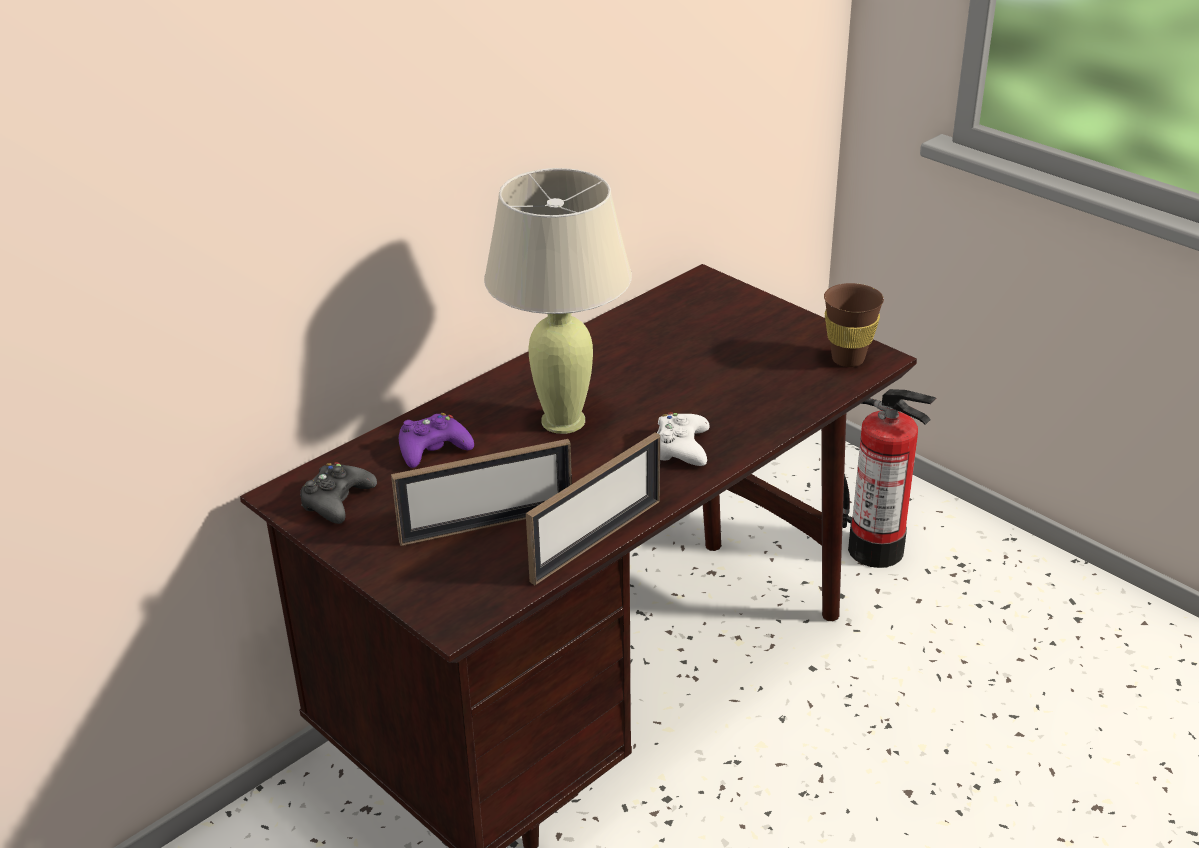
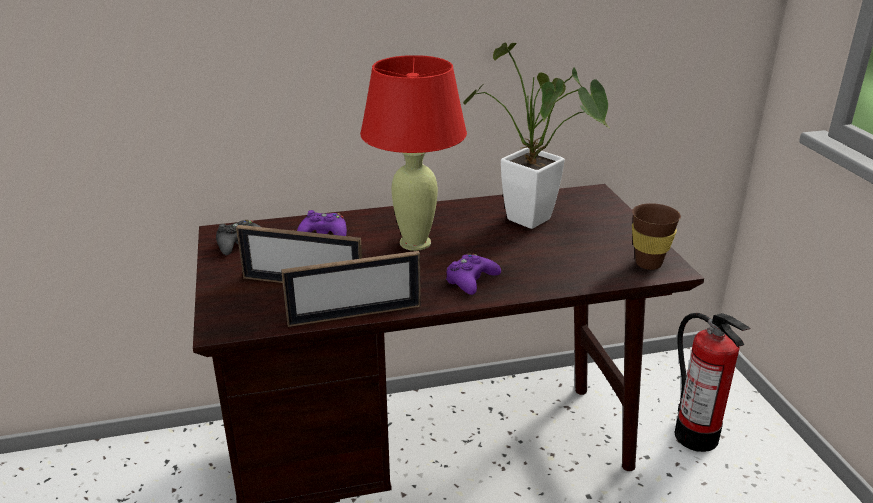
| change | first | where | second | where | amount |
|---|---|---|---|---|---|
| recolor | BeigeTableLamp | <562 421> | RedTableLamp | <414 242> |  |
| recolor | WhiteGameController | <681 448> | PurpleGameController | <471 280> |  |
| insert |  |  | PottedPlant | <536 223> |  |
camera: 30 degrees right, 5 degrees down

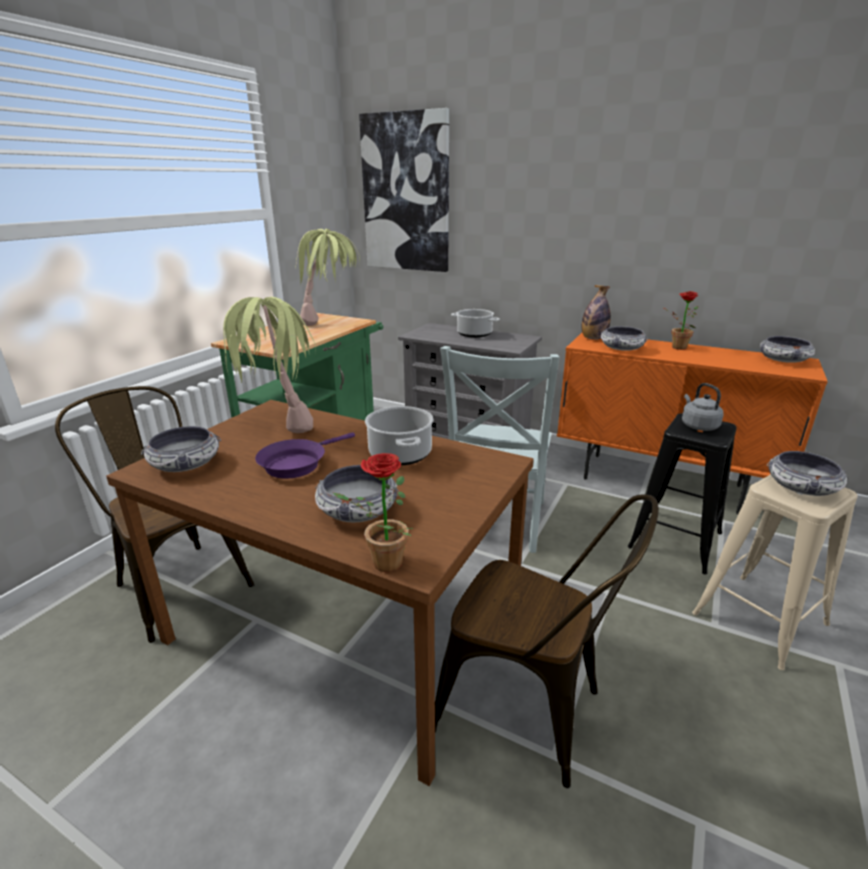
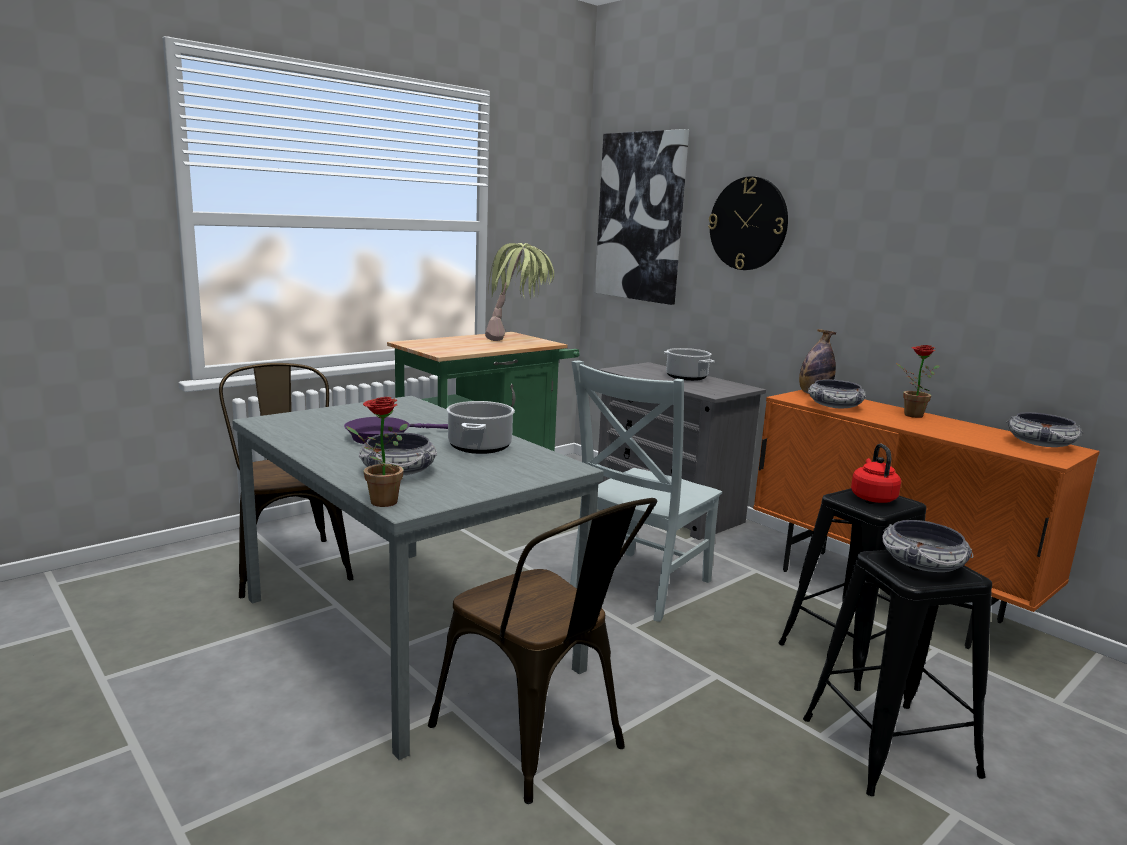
| change | first | where | second | where | amount |
|---|---|---|---|---|---|
| delete | PottedPlant | <278 425> |  |  |  |
| recolor | GreyKettle | <698 426> | RedKettle | <872 497> |  |
| recolor | BrownDiningTable | <339 631> | GreyDiningTable | <404 632> |  |
| delete | Bowl | <185 464> |  |  |  |
| recolor | BeigeStool | <760 618> | BlackStool | <890 747> |  |
| insert |  |  | WallClock | <748 224> |  |
camera: 20 degrees right, 10 degrees down

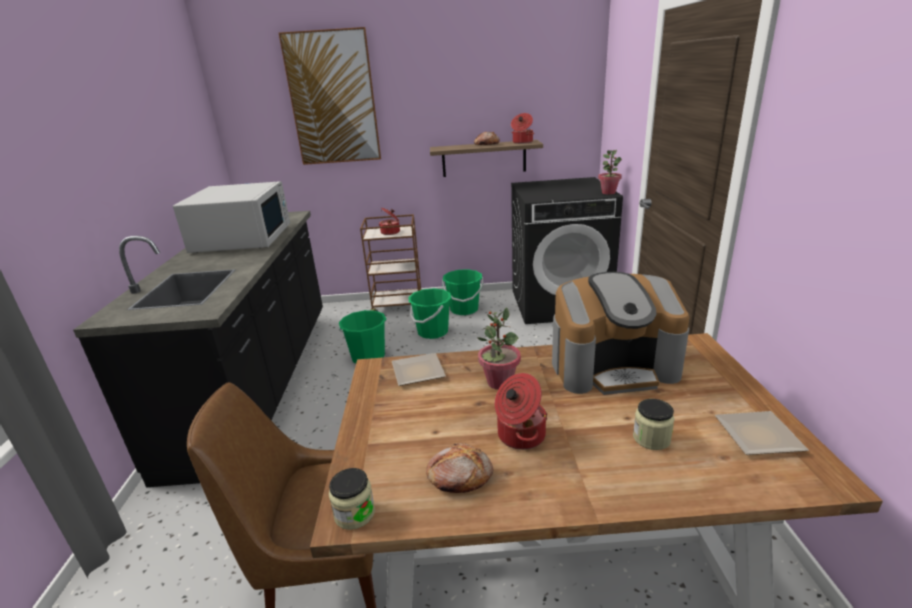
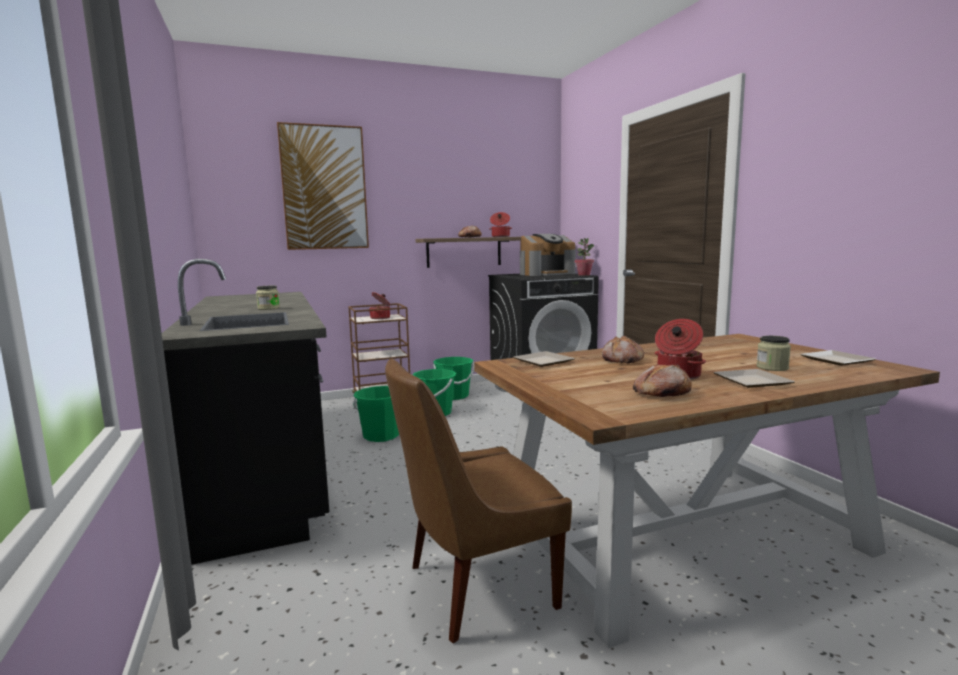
| change | first | where | second | where | amount |
|---|---|---|---|---|---|
| delete | WhiteMicrowave | <243 238> |  |  |  |
| move | CoffeeMachine | <613 366> |  | <546 274> |  |
| replace | PottedPlant | <499 382> | Bread | <621 360> |  |
| move | Jar | <354 513> |  | <268 308> |  |
| insert |  |  | Plate | <749 381> |  |
camera: 20 degrees left, 15 degrees down

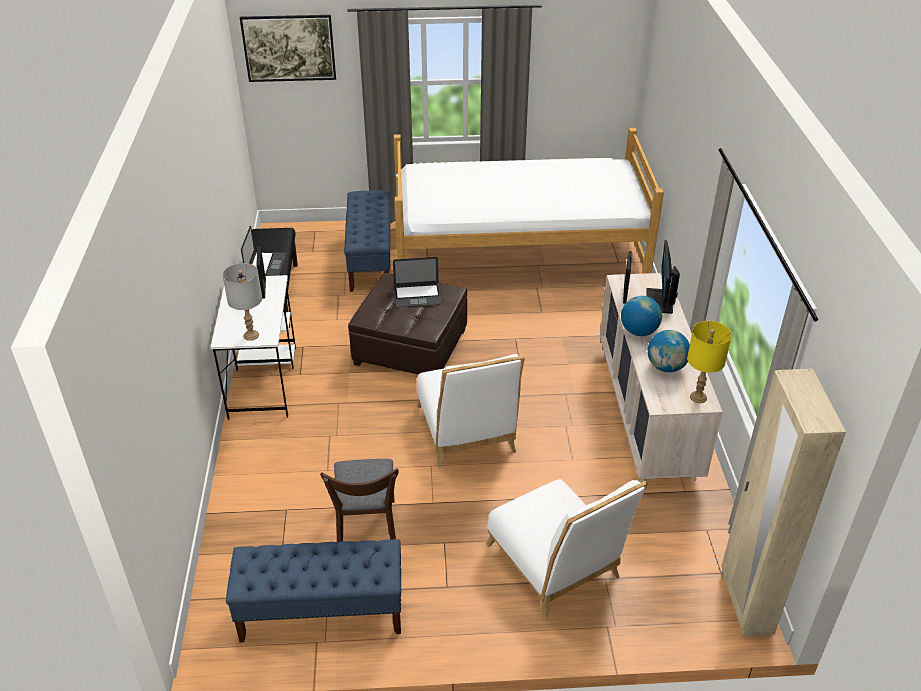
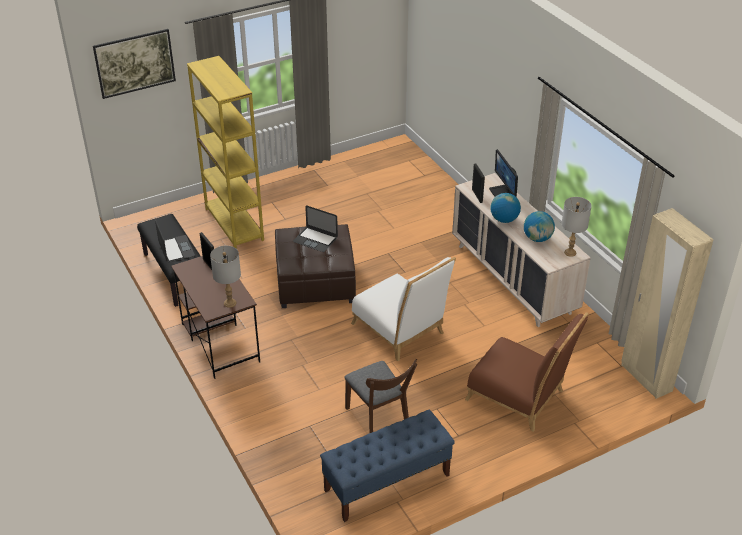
| change | first | where | second | where | amount |
|---|---|---|---|---|---|
| delete | Bed | <518 255> |  |  |  |
| replace | BlueBench | <370 260> | YellowBookcase | <234 224> |  |
| rotate | Laptop | <417 295> |  | <315 239> | 60 degrees clockwise |
| recolor | WhiteDesk | <263 381> | BrownDesk | <219 342> |  |
| recolor | YellowTableLamp | <698 397> | GreyTableLamp | <570 252> |  |
| recolor | WhiteChair | <556 567> | BrownChair | <520 398> |  |
camera: 25 degrees left, 0 degrees up

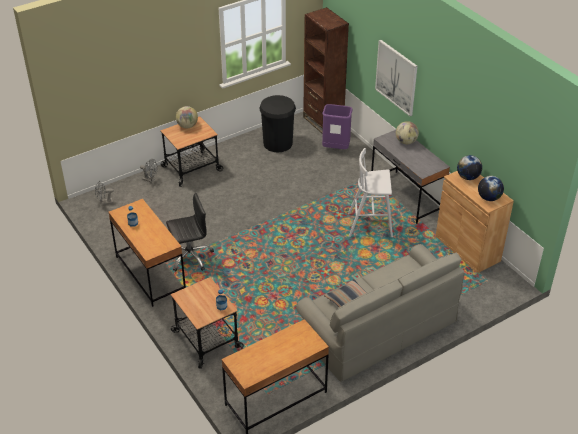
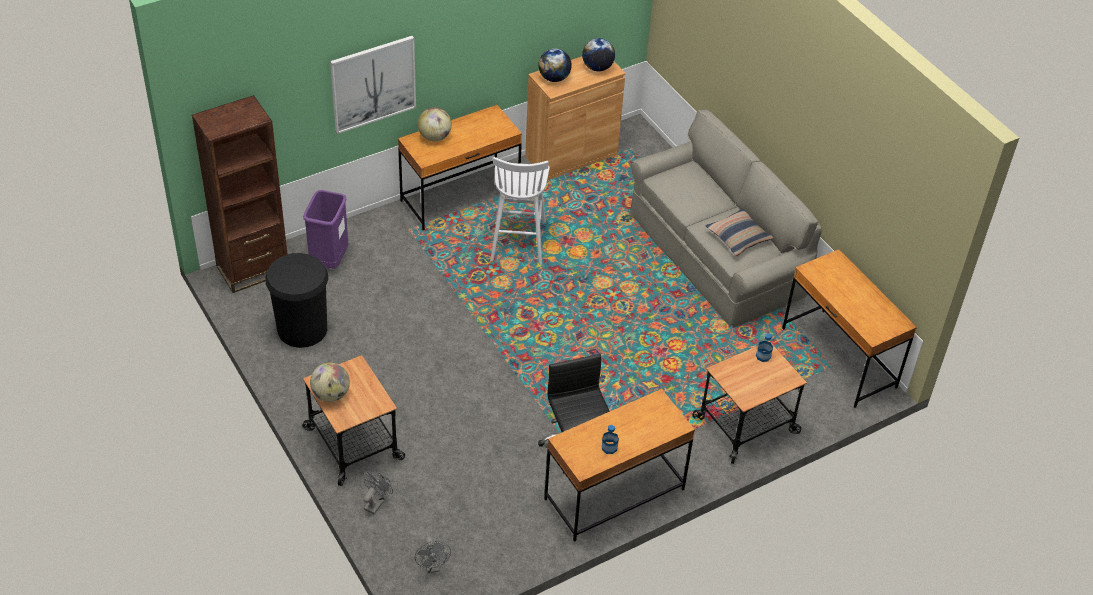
| change | first | where | second | where | amount |
|---|---|---|---|---|---|
| recolor | GreyDesk | <406 197> | BrownDesk | <460 198> |  |
camera: 90 degrees left, 5 degrees up

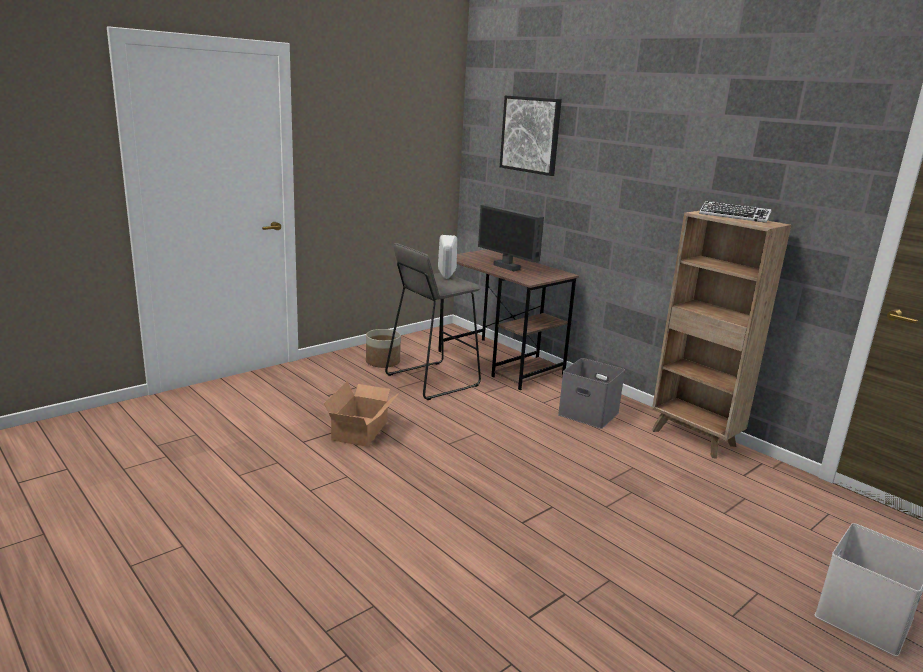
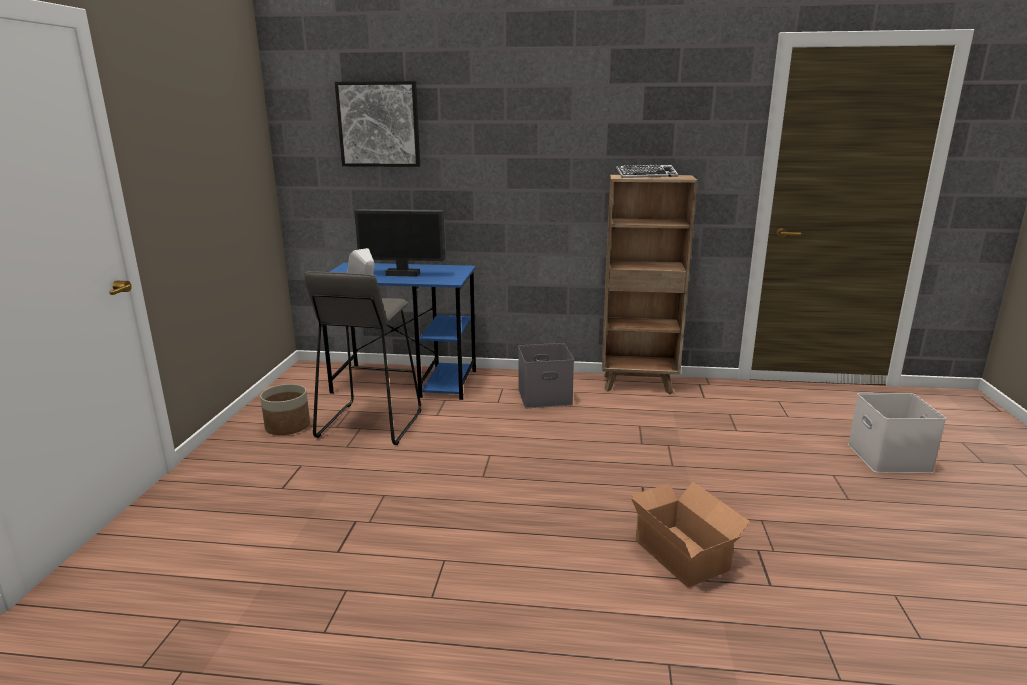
| change | first | where | second | where | amount |
|---|---|---|---|---|---|
| recolor | BrownDesk | <500 363> | BlueDesk | <406 381> |  |
| move | CardboardBox | <363 430> |  | <682 552> |  |
camera: 40 degrees left, 0 degrees up

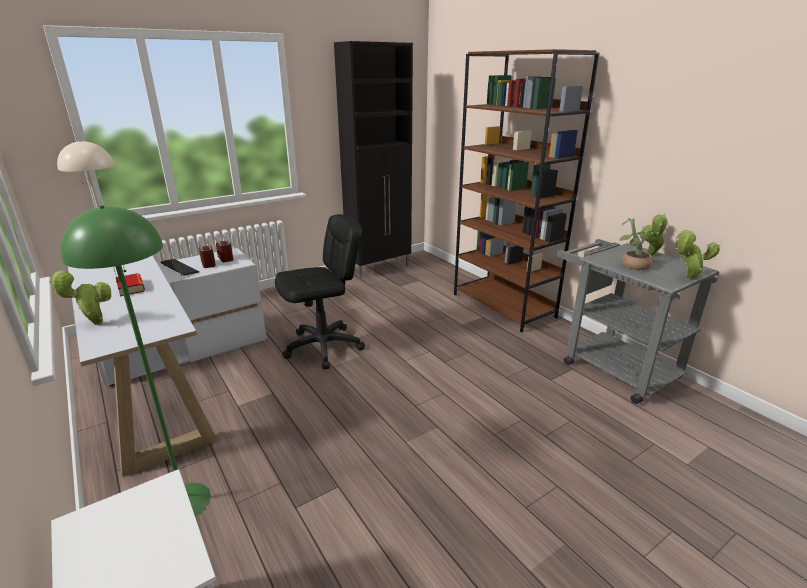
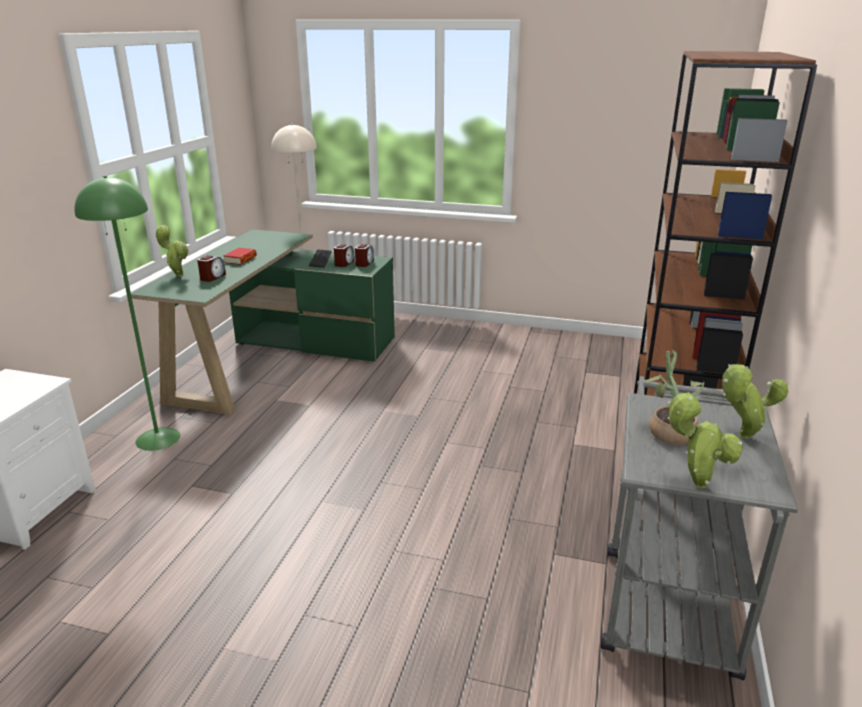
| change | first | where | second | where | amount |
|---|---|---|---|---|---|
| delete | BlackCabinet | <380 268> |  |  |  |
| delete | BlackOfficeChair | <324 347> |  |  |  |
| recolor | WhiteDesk | <174 378> | GreenDesk | <276 359> |  |
| insert |  |  | AlarmClock | <212 277> |  |
camera: 50 degrees right, 0 degrees up

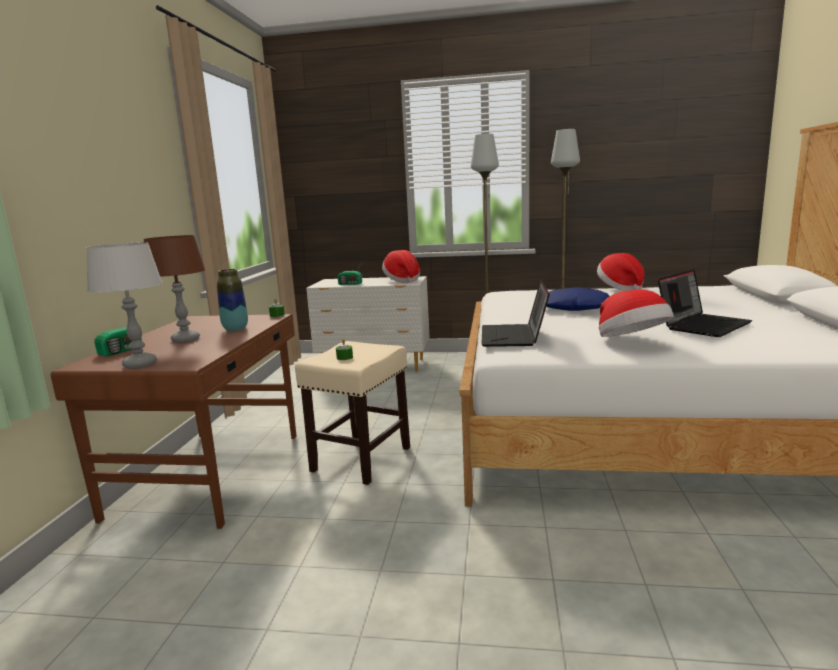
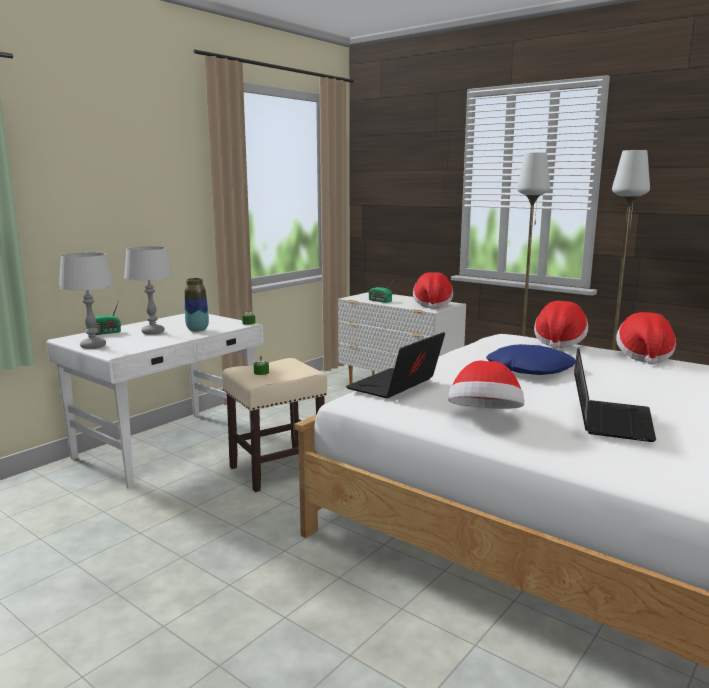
| change | first | where | second | where | amount |
|---|---|---|---|---|---|
| recolor | BrownTableLamp | <186 339> | GreyTableLamp | <153 332> |  |
| rotate | Laptop | <702 325> |  | <609 420> | 60 degrees counterclockwise |
| recolor | BrownDesk | <212 473> | WhiteDesk | <169 446> |  |
| insert |  |  | Hat | <559 342> |  |
camera: 30 degrees right, 0 degrees up

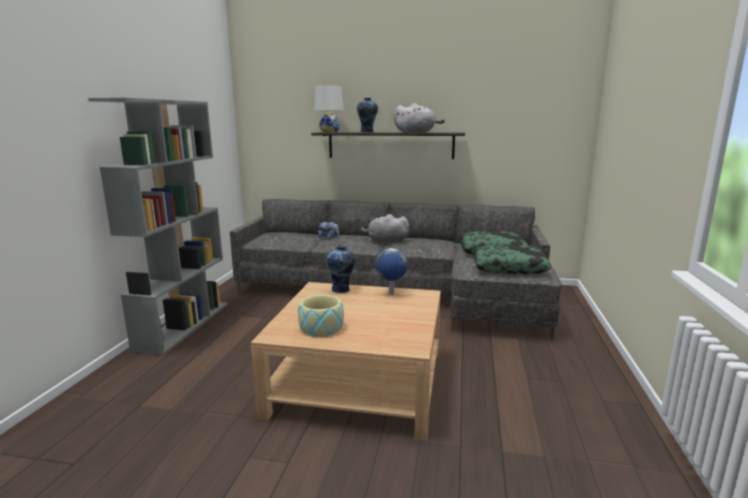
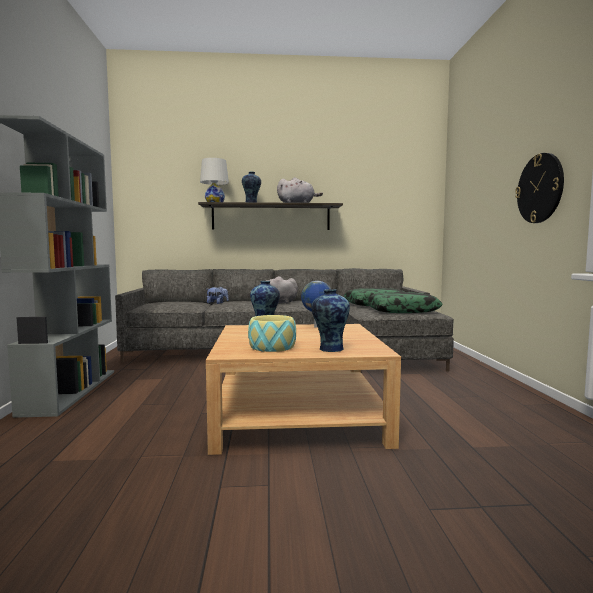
| change | first | where | second | where | amount |
|---|---|---|---|---|---|
| insert |  |  | WallClock | <540 188> |  |
| insert |  |  | Vase | <330 349> |  |
camera: 15 degrees left, 10 degrees down

